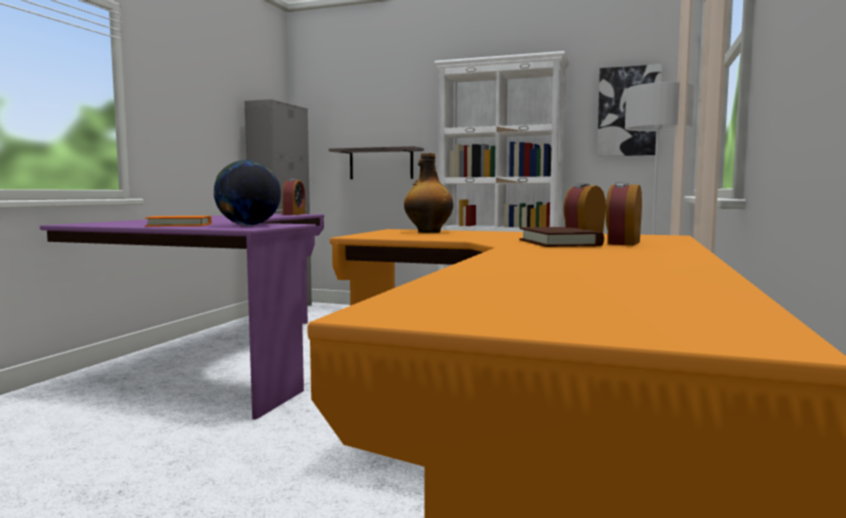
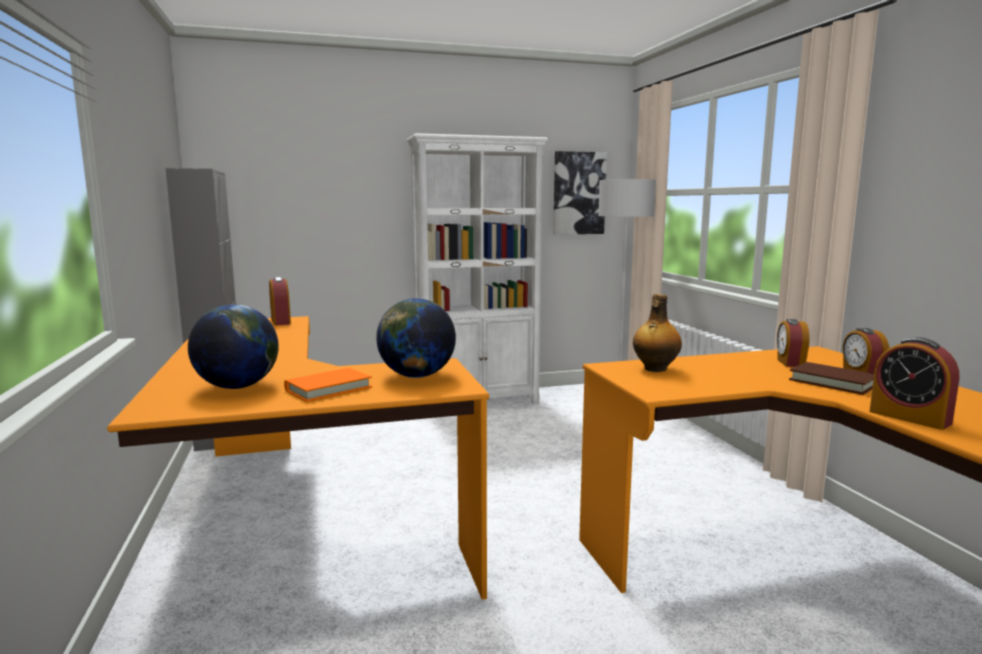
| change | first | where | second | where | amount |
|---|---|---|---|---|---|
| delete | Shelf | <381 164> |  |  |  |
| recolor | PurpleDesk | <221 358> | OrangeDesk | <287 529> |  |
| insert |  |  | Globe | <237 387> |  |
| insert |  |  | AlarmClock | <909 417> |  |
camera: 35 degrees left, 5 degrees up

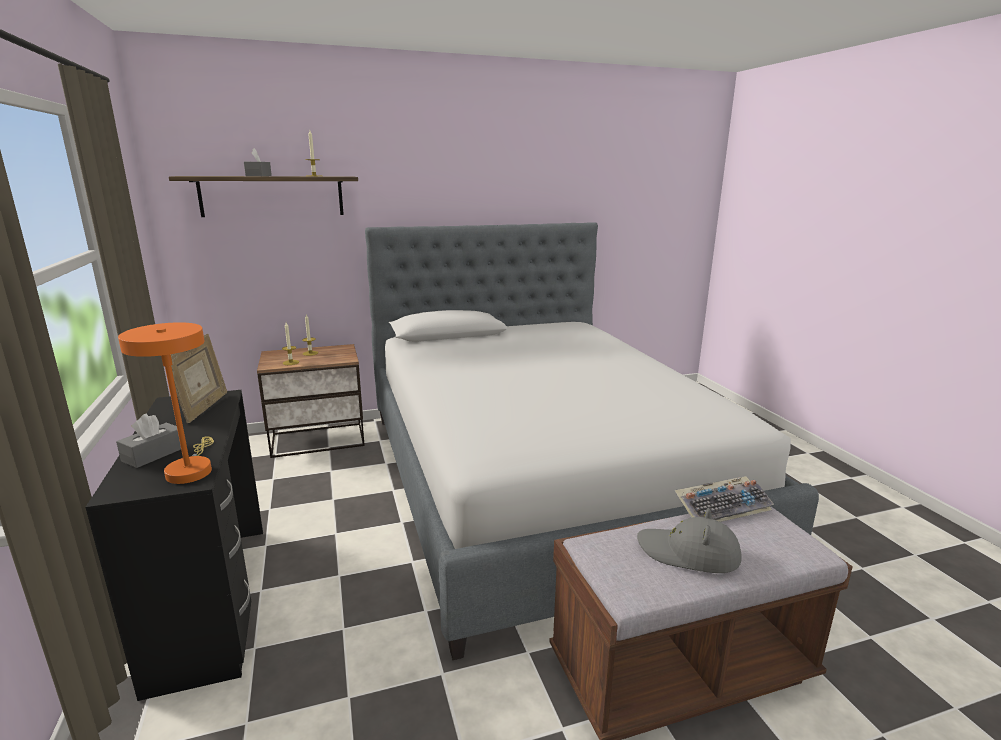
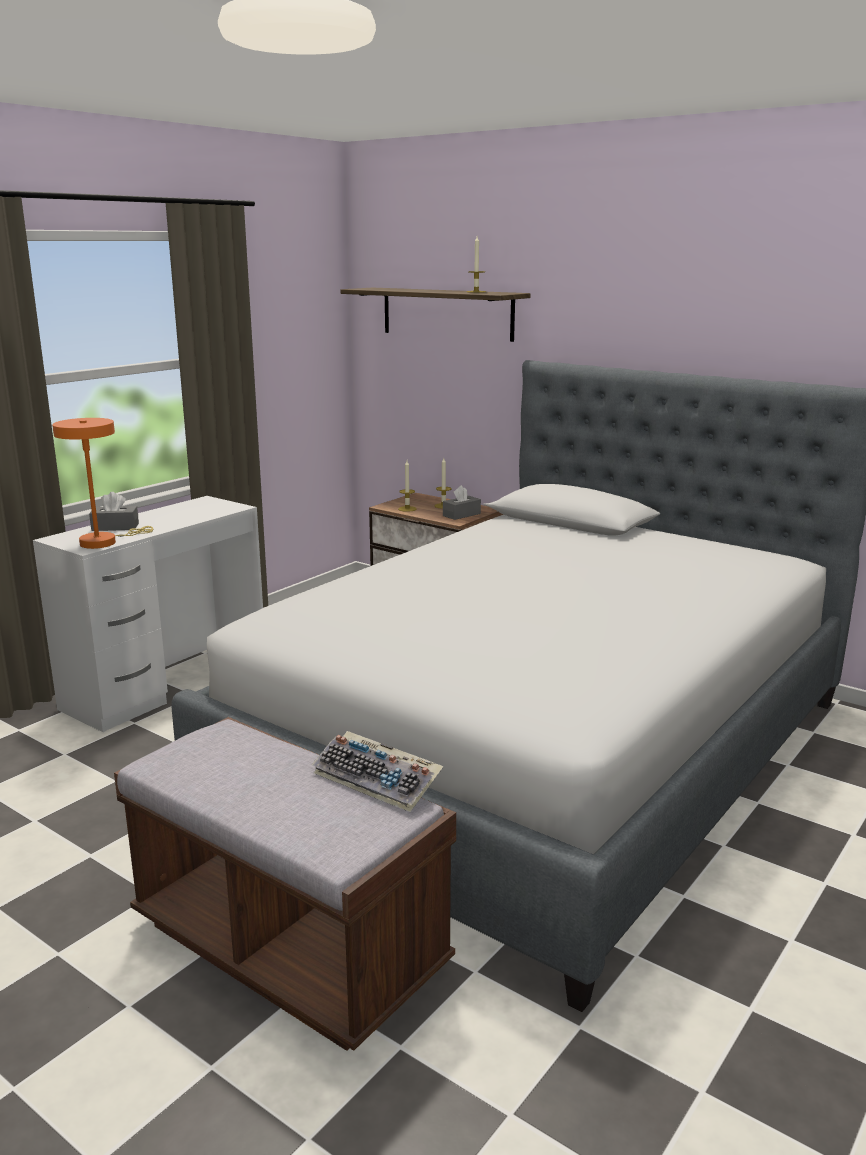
| change | first | where | second | where | amount |
|---|---|---|---|---|---|
| move | GreyTissueBox | <258 176> |  | <461 515> |  |
| delete | PictureFrame | <204 408> |  |  |  |
| recolor | BlackDesk | <211 600> | WhiteDesk | <167 683> |  |
| delete | GreyHat | <688 553> |  |  |  |
camera: 55 degrees right, 0 degrees up

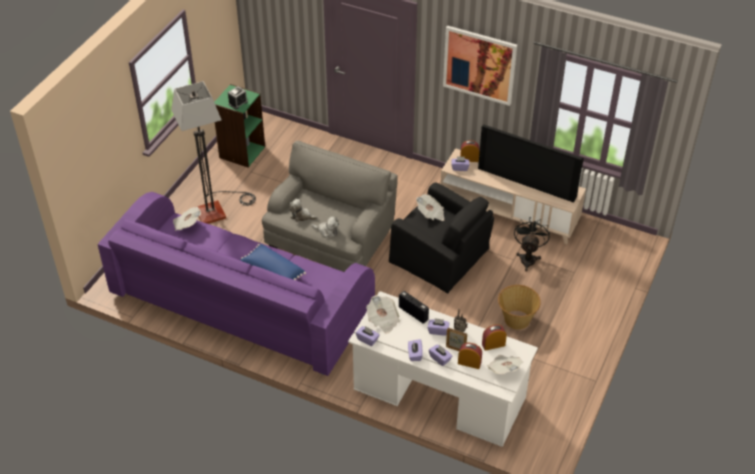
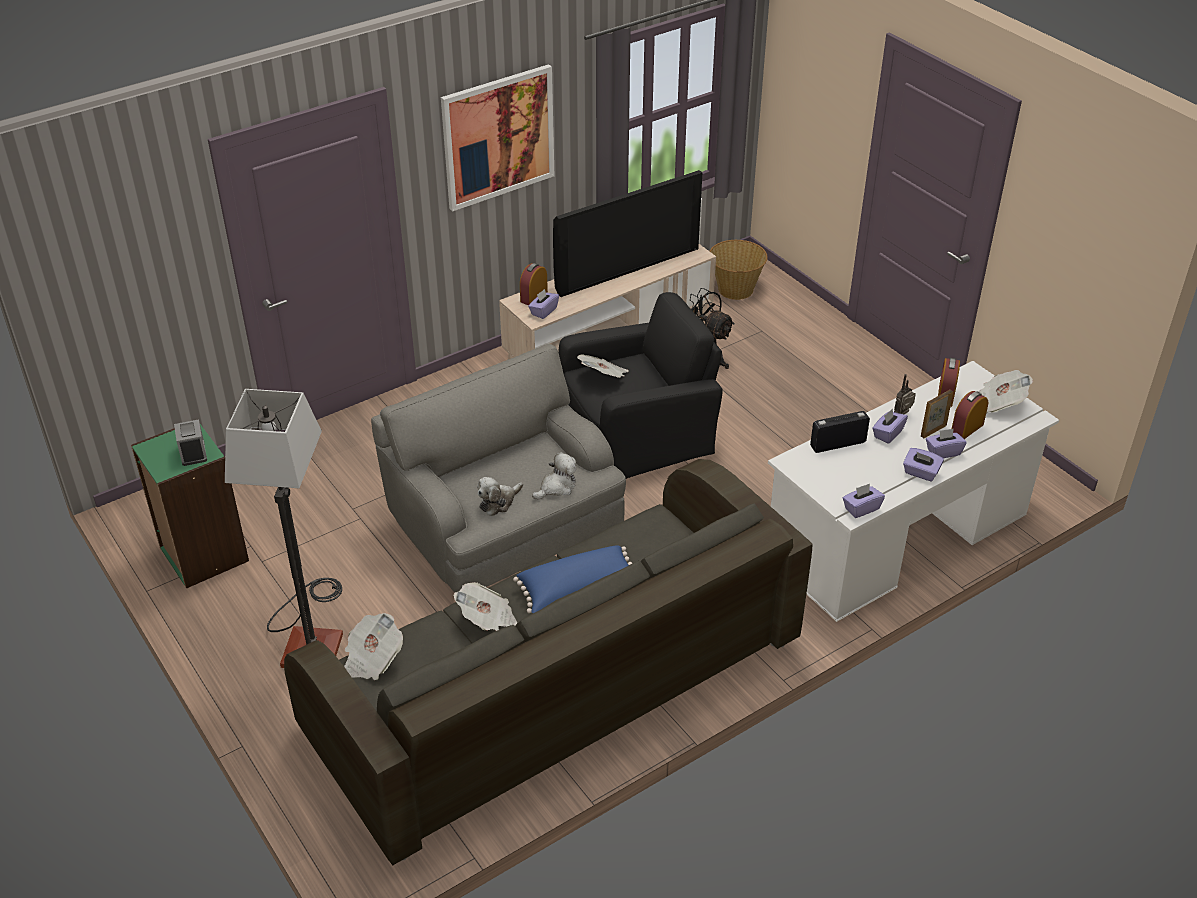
| change | first | where | second | where | amount |
|---|---|---|---|---|---|
| recolor | PurpleSofa | <241 302> | GreySofa | <556 687> |  |
| move | Basket | <516 319> |  | <735 290> |  |
| move | Newspaper | <383 320> |  | <487 619> |  |
camera: 60 degrees left, 5 degrees down

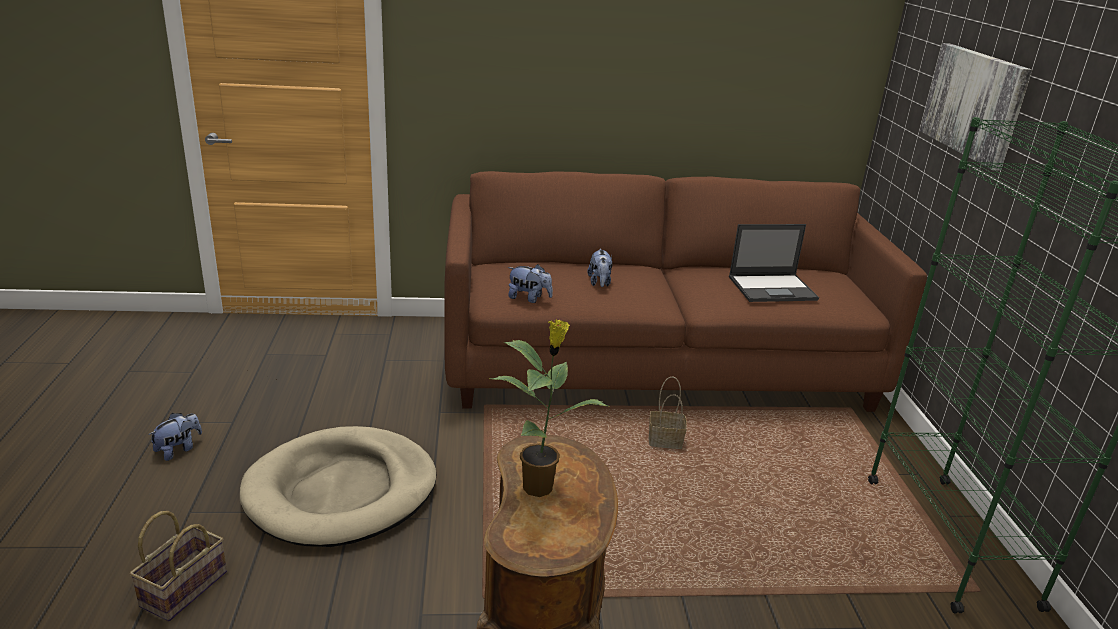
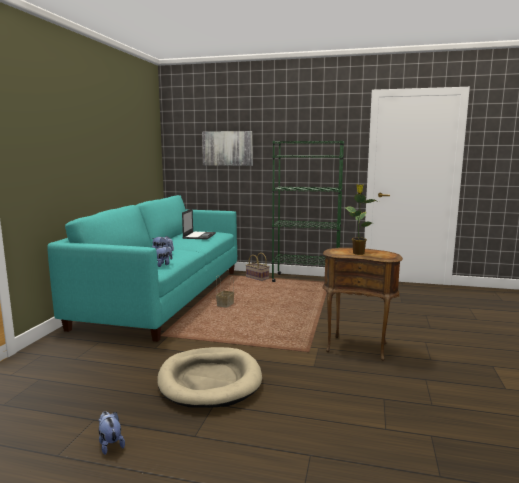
| change | first | where | second | where | amount |
|---|---|---|---|---|---|
| recolor | BrownSofa | <657 365> | TurquoiseSofa | <164 296> |  |
| move | Basket | <184 587> |  | <256 278> |  |
camera: 70 degrees left, 15 degrees down

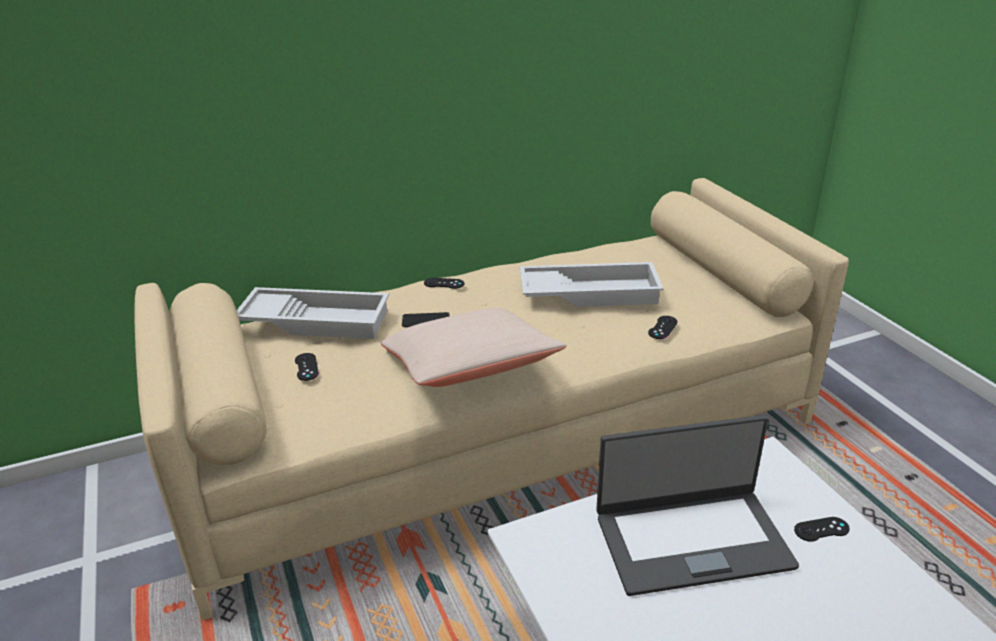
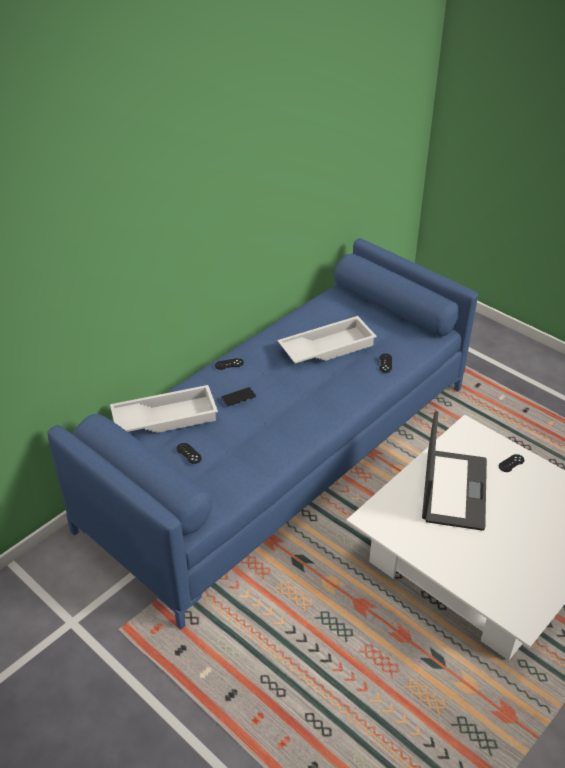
| change | first | where | second | where | amount |
|---|---|---|---|---|---|
| recolor | BeigeSofa | <501 436> | BlueSofa | <282 453> |  |
| delete | BeigePillow | <470 369> |  |  |  |
| rotate | Laptop | <691 539> |  | <453 489> | 45 degrees counterclockwise |
camera: 25 degrees left, 10 degrees up

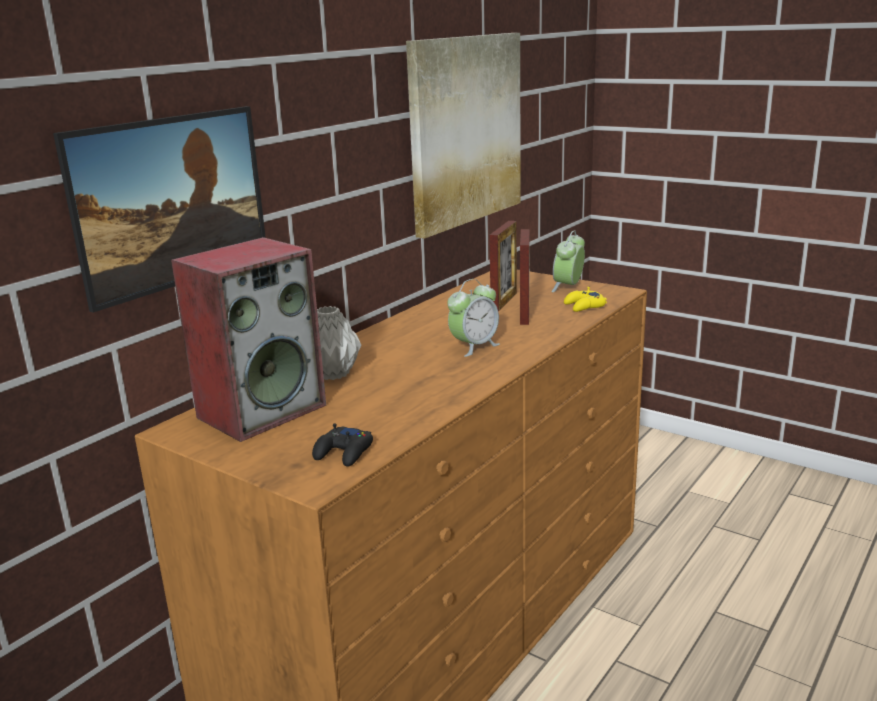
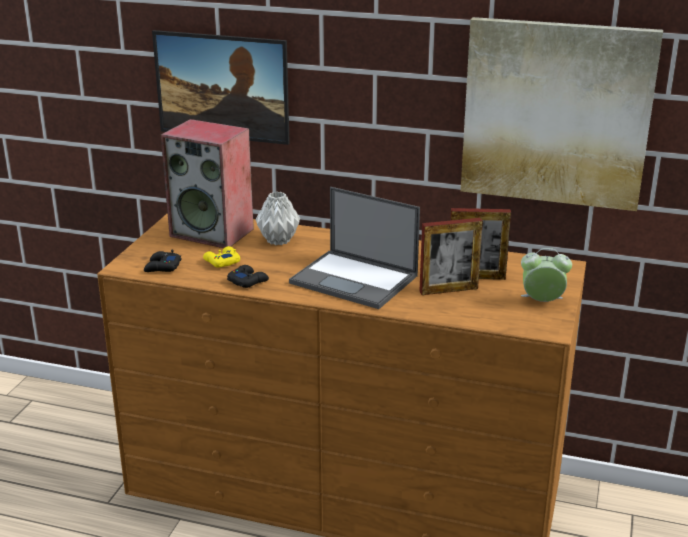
| change | first | where | second | where | amount |
|---|---|---|---|---|---|
| replace | AlarmClock | <474 347> | Laptop | <355 280> |  |
| move | YellowGameController | <584 306> |  | <221 261> |  |
| insert |  |  | BlackGameController | <248 281> |  |
camera: 70 degrees right, 5 degrees up

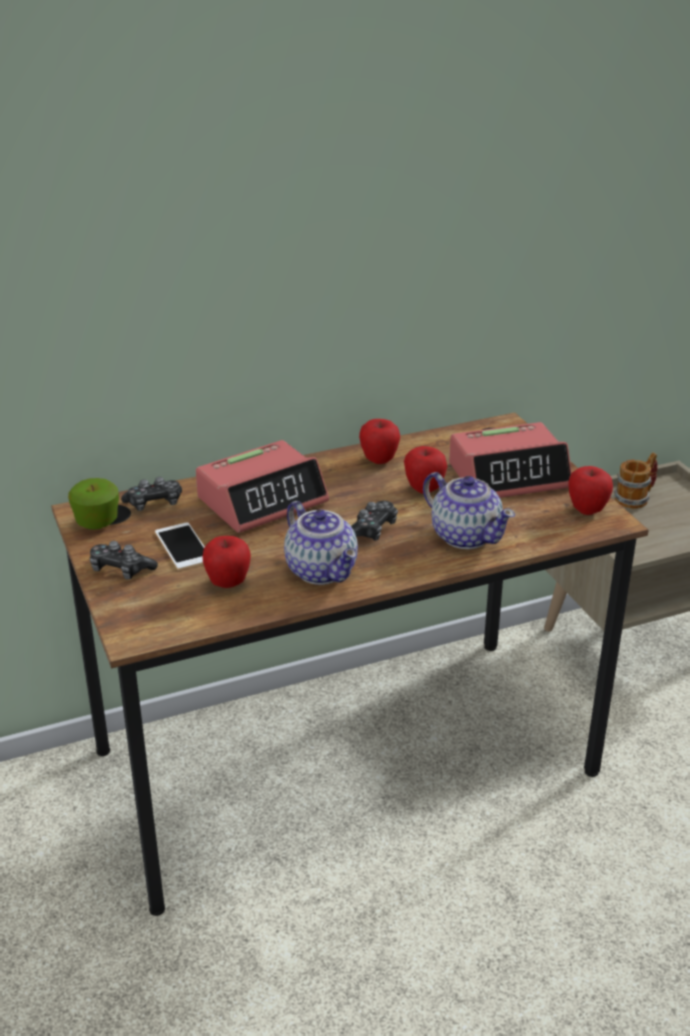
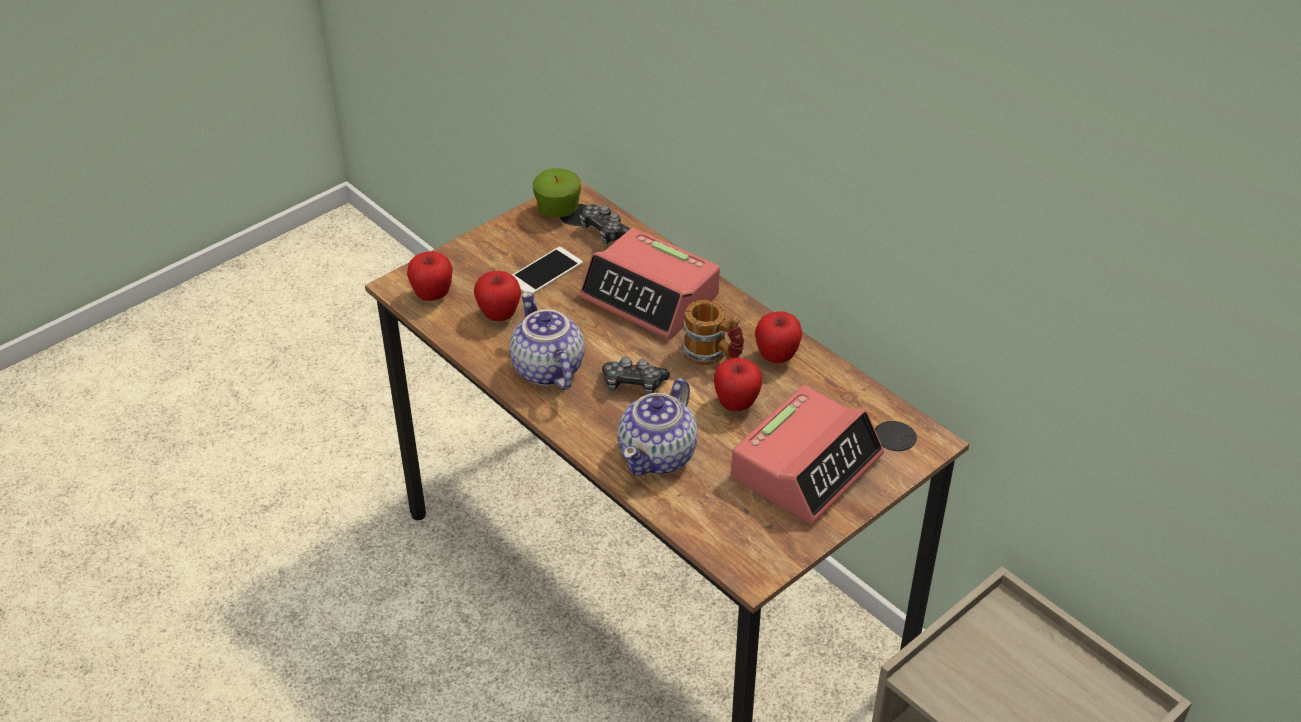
| change | first | where | second | where | amount |
|---|---|---|---|---|---|
| rotate | AlarmClock | <509 475> |  | <806 466> | 105 degrees counterclockwise |
| move | Mug | <635 498> |  | <712 355> |  |
| move | Apple | <587 510> |  | <432 295> |  |
| rotate | Teapot | <323 571> |  | <546 369> | 120 degrees clockwise |
| delete | GameController | <121 569> |  |  |  |
camera: 70 degrees right, 10 degrees up

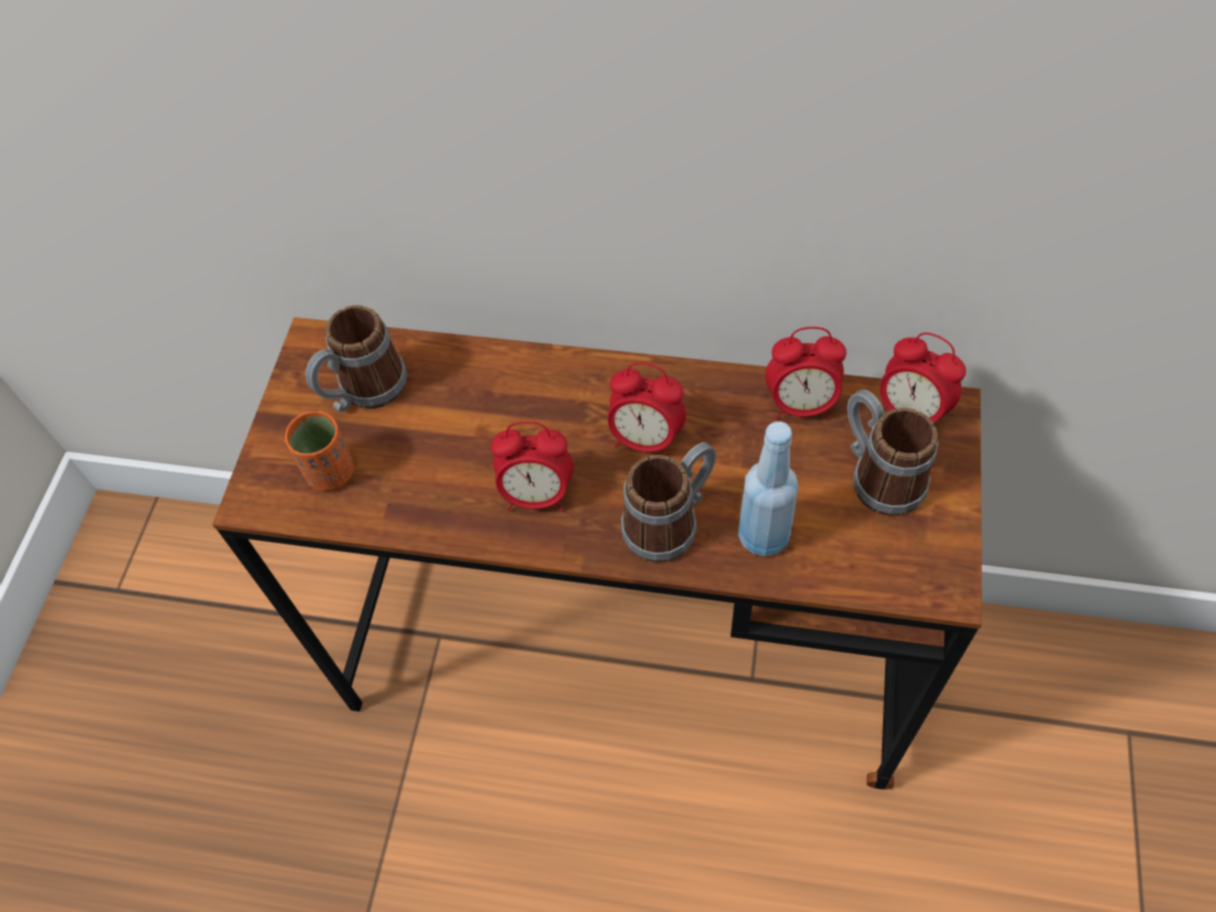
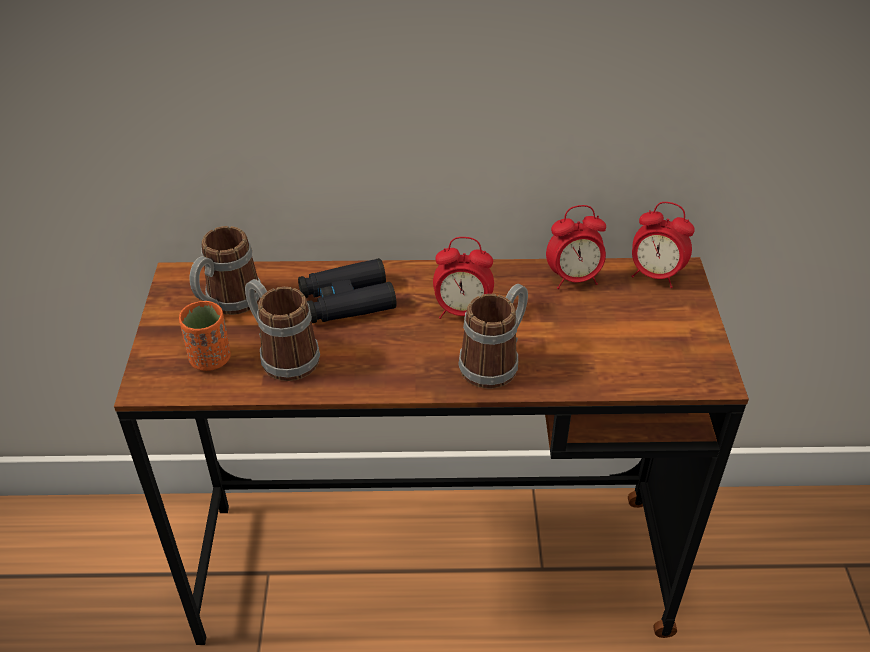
| change | first | where | second | where | amount |
|---|---|---|---|---|---|
| move | Mug | <878 474> |  | <282 354> |  |
| delete | AlarmClock | <537 495> |  |  |  |
| delete | BlueBottle | <763 536> |  |  |  |
| insert |  |  | BlackBinoculars | <346 301> |  |
camera: 15 degrees left, 15 degrees down

